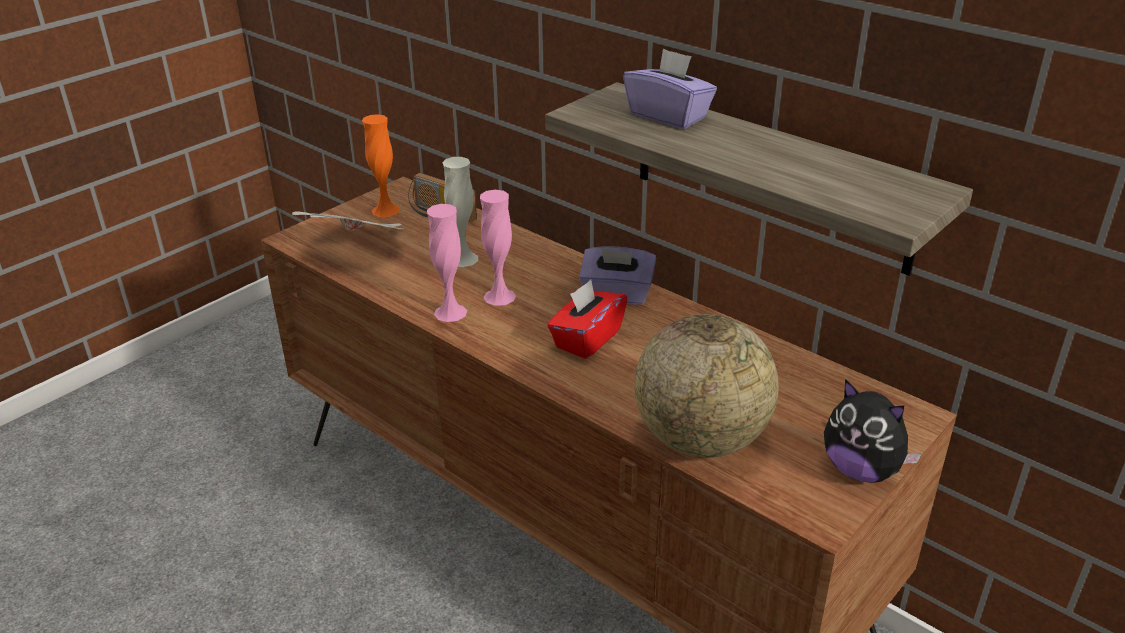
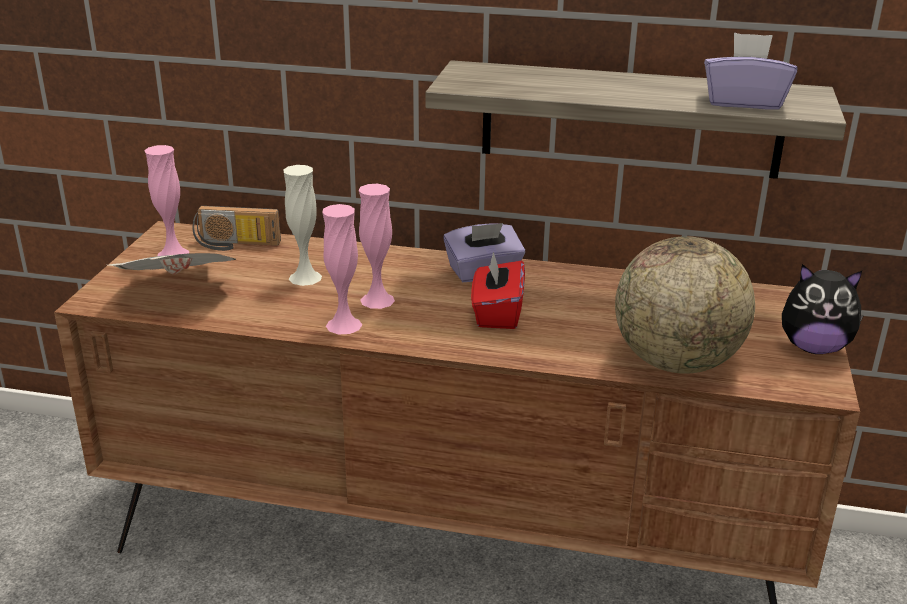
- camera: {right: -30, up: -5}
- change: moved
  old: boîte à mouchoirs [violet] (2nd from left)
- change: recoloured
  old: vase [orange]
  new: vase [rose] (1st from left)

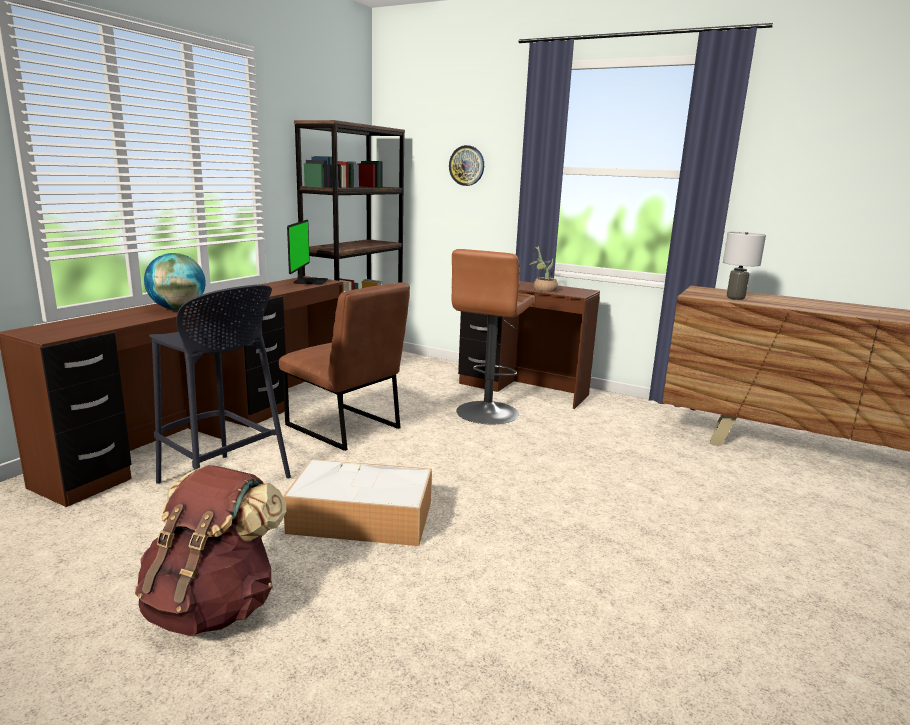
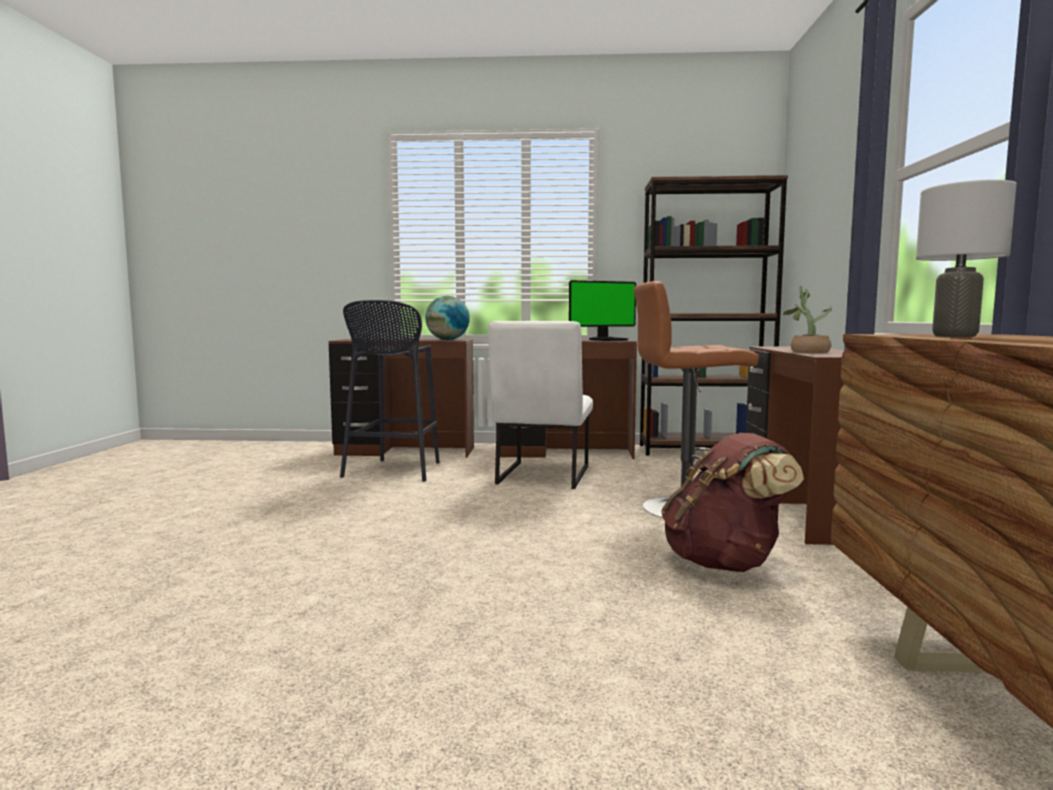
- camera: {right: 65, up: -10}
- change: removed
  old: boîte de rangement
- change: removed
  old: horloge murale
- change: moved
  old: sac à dos [marron]
- change: recoloured
  old: chaise [marron]
  new: chaise [blanc]

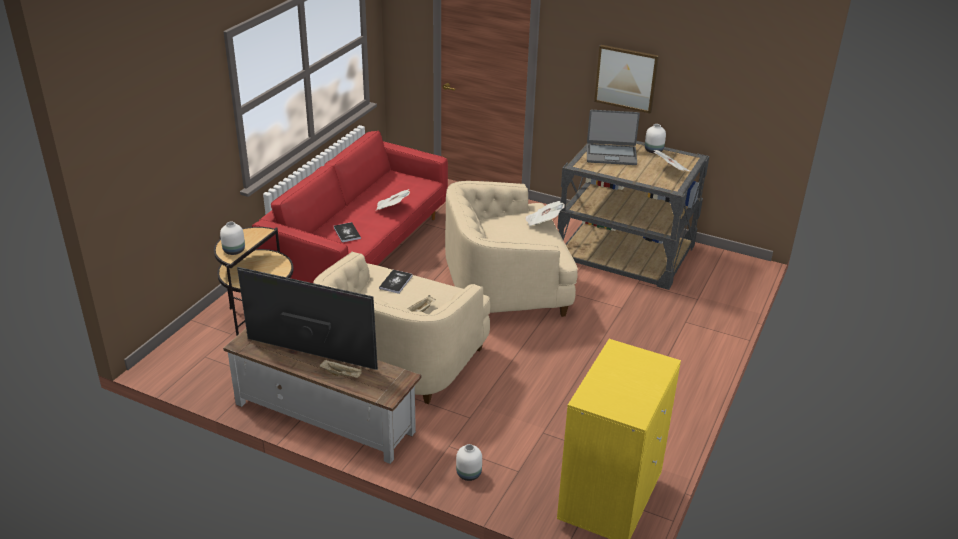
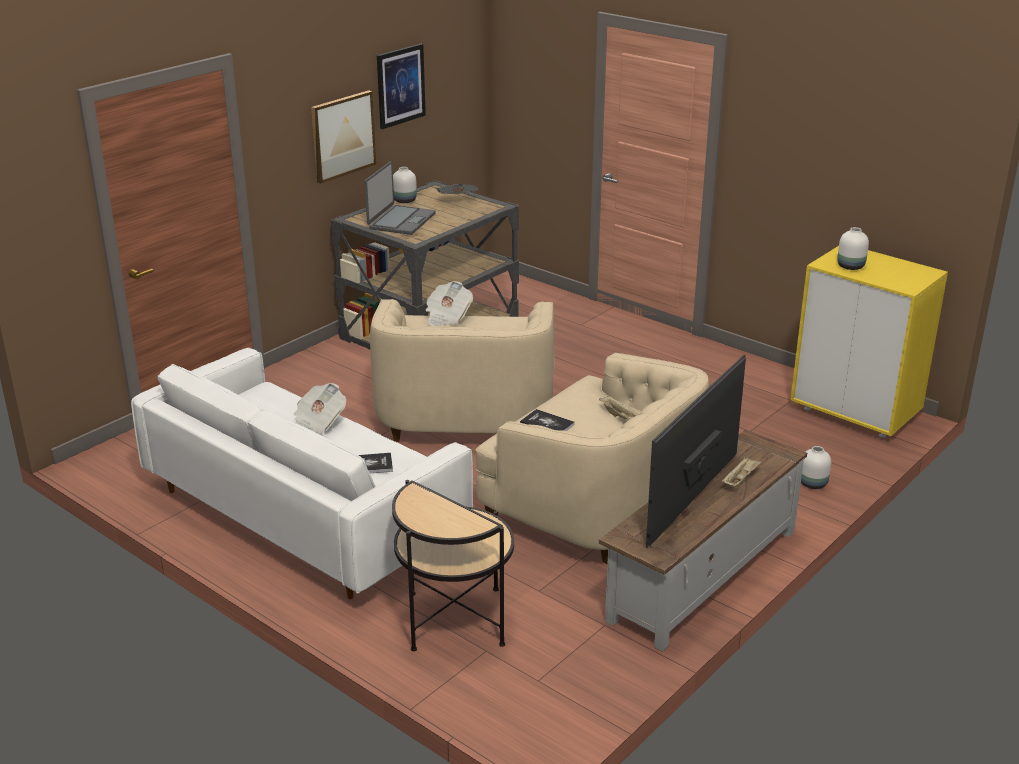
- camera: {right: -75, up: -5}
- change: added
  new: tableau (2nd from left)
- change: moved
  old: vase [blanc] (1st from left in the first image)
  new: vase [blanc] (3rd from left)
- change: recoloured
  old: canapé [rouge]
  new: canapé [blanc]

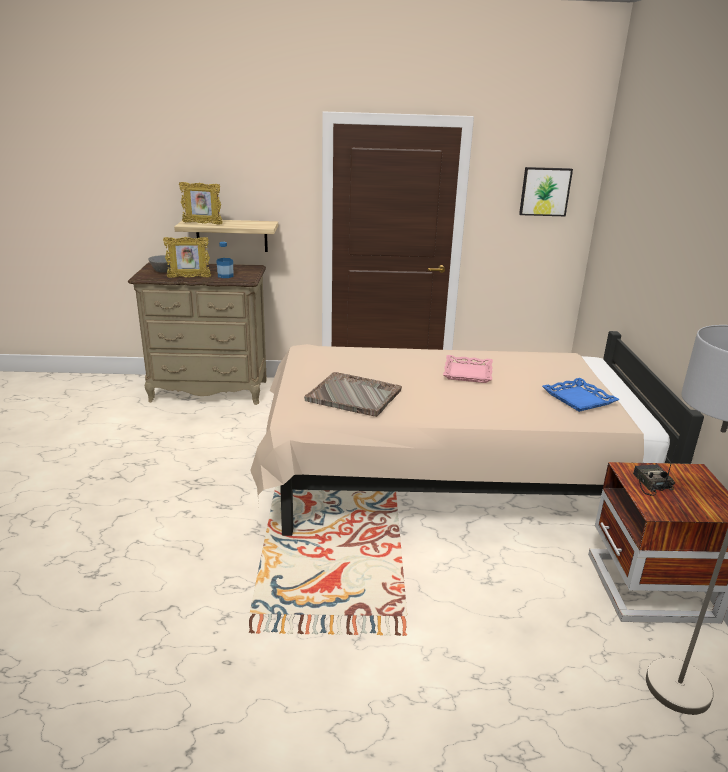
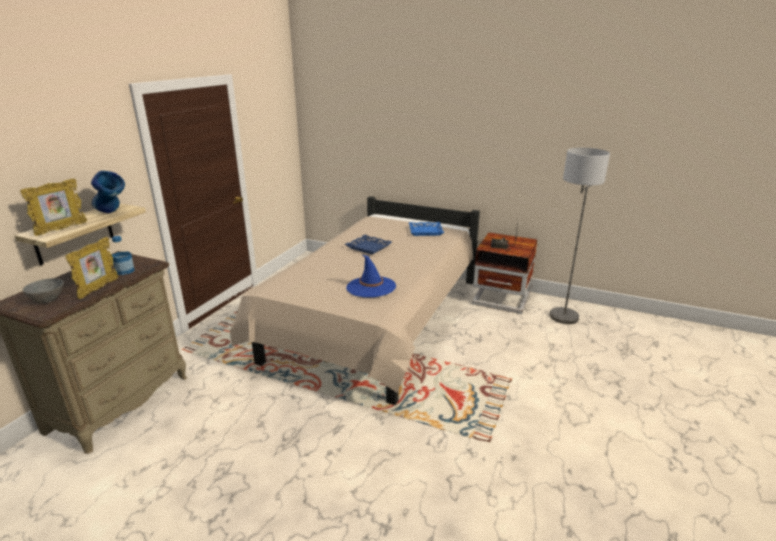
- camera: {right: -65, up: 0}
- change: removed
  old: tableau
- change: added
  new: vase [bleu]
- change: replaced
  old: plateau [gris]
  new: chapeau [bleu]
- change: recoloured
  old: plateau [rose]
  new: plateau [bleu] (1st from left)

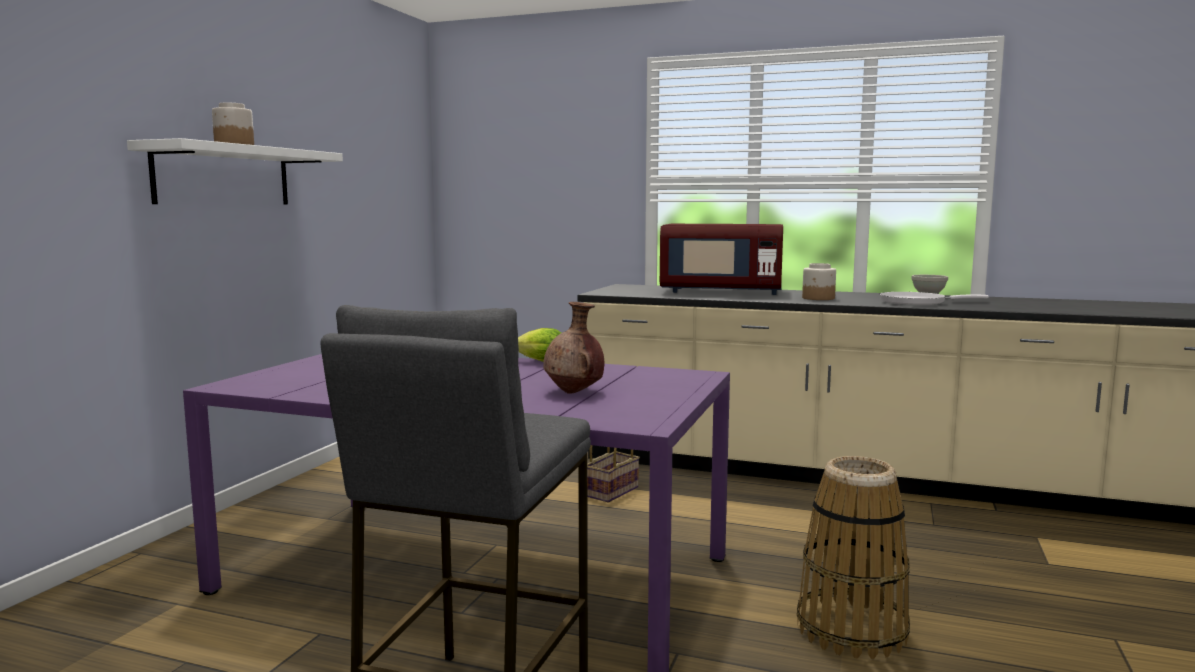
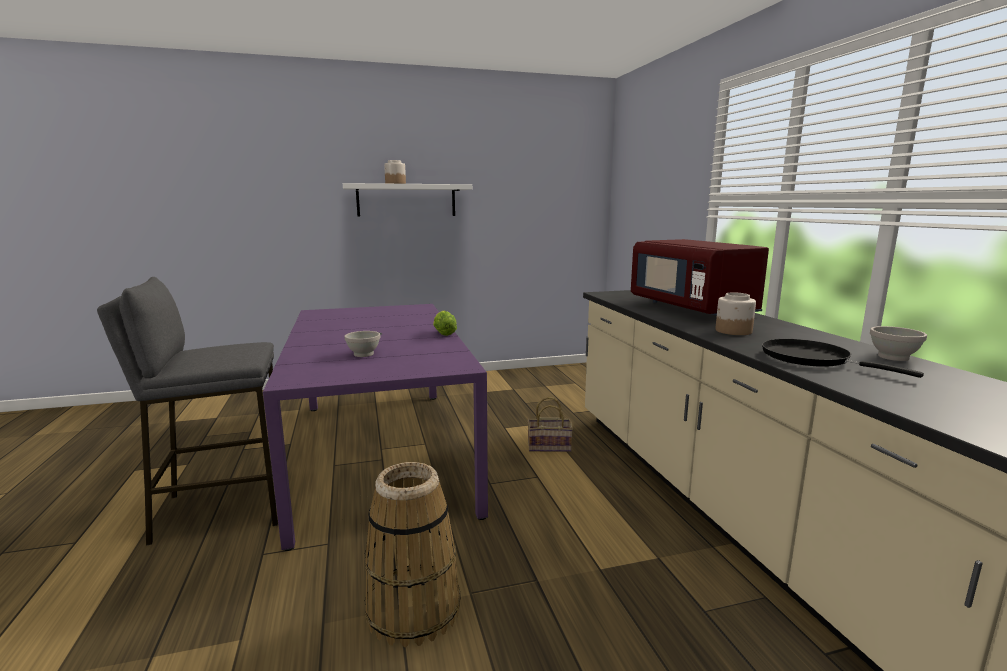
- camera: {right: 55, up: 5}
- change: replaced
  old: vase [marron]
  new: bol [blanc] (1st from left)
- change: recoloured
  old: poêle [blanc]
  new: poêle [noir]

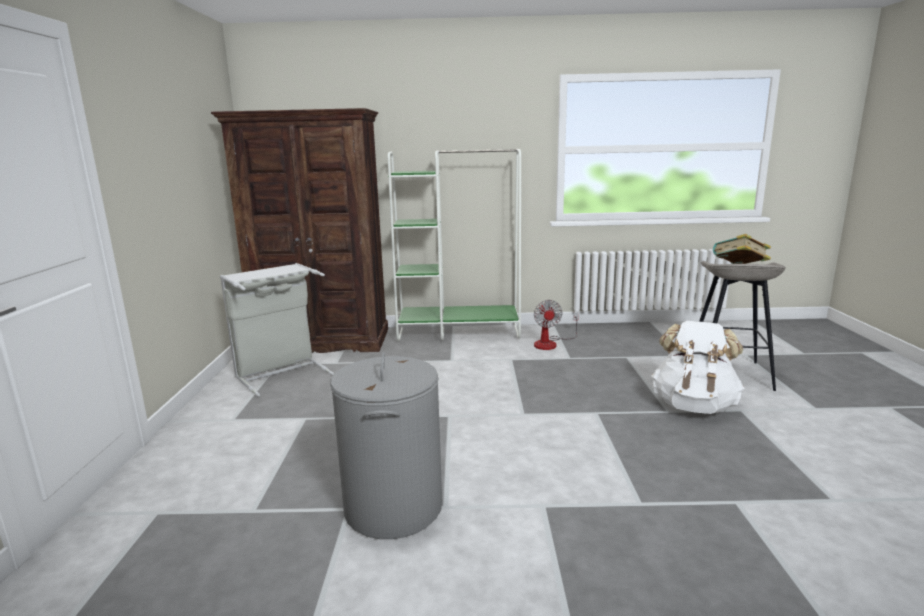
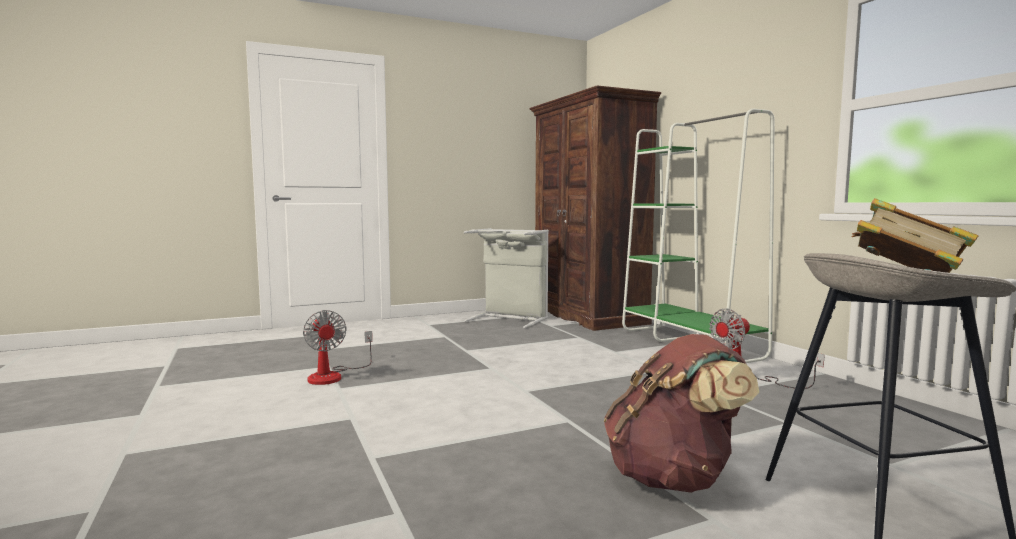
- camera: {right: 65, up: -10}
- change: replaced
  old: panier à linge [gris] (2nd from left)
  new: ventilateur (1st from left)
- change: recoloured
  old: sac à dos [blanc]
  new: sac à dos [marron]

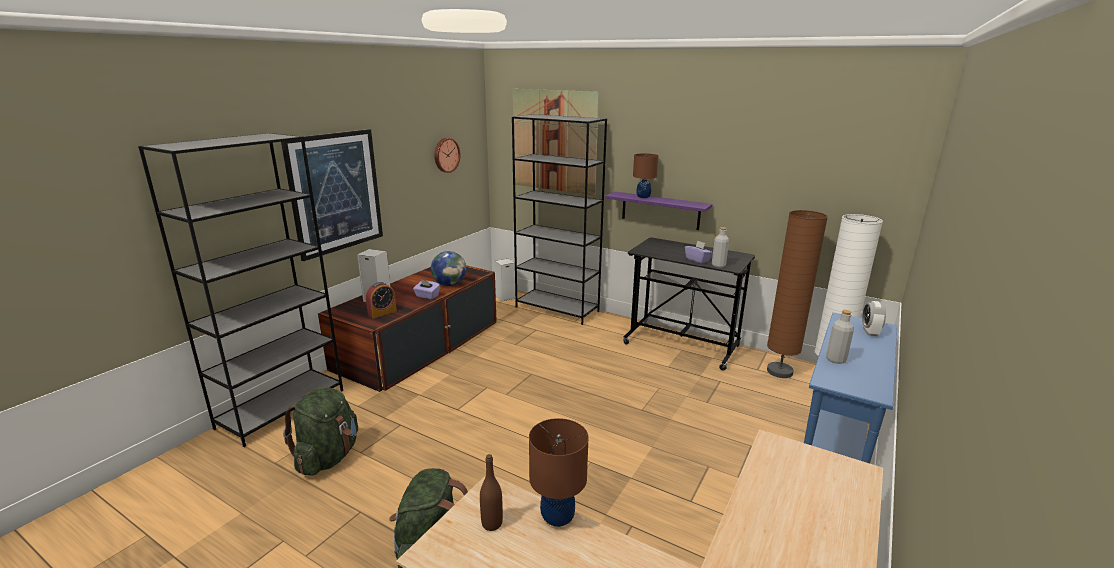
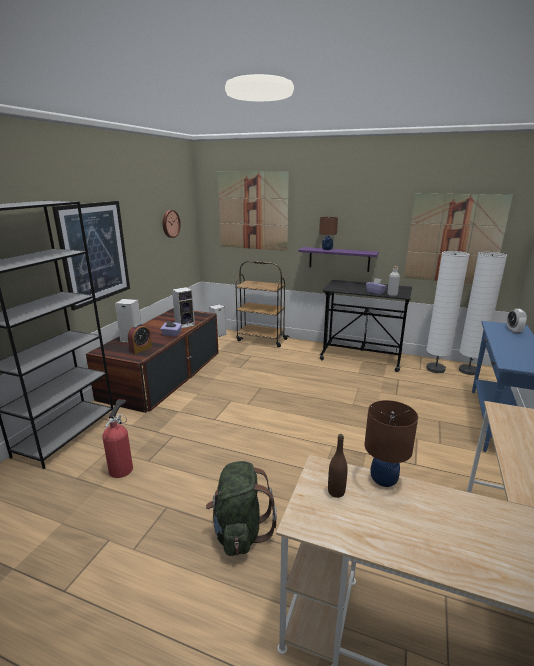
- camera: {right: -10, up: 0}
- change: removed
  old: bouteille [gris] (2nd from left)
- change: added
  new: tableau (3rd from left)
- change: replaced
  old: sac à dos [vert] (1st from left)
  new: extincteur
- change: replaced
  old: globe
  new: enceinte (2nd from left)
- change: replaced
  old: bibliothèque [gris] (2nd from left)
  new: chariot [marron]
- change: recoloured
  old: lampadaire [marron]
  new: lampadaire [blanc] (1st from left)

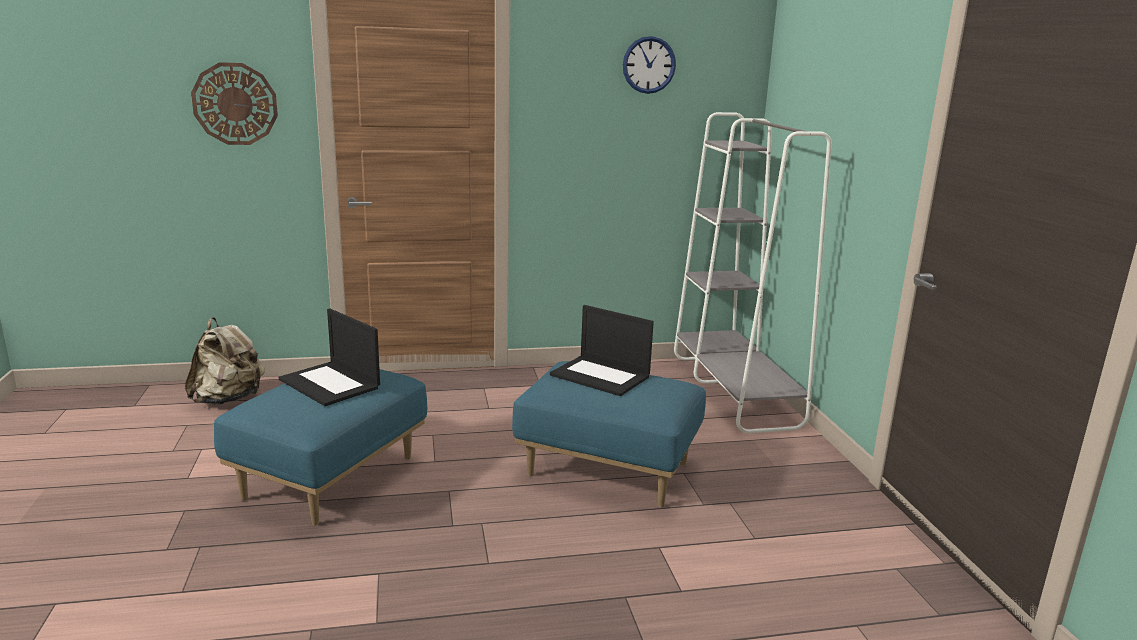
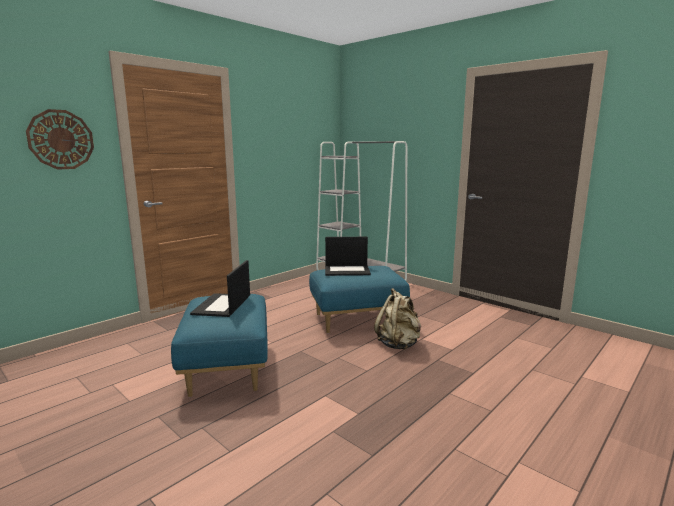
- camera: {right: -35, up: -5}
- change: removed
  old: horloge murale (2nd from left)
- change: moved
  old: sac à dos [beige]
- change: turned
  old: ordinateur portable (1st from left)
  degrees: 90

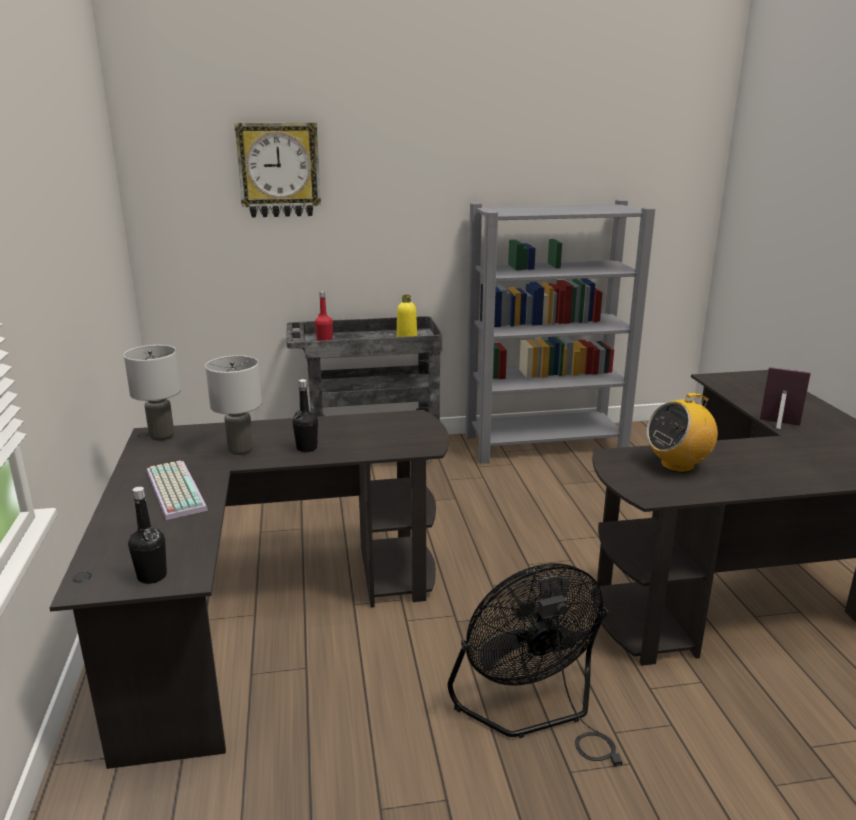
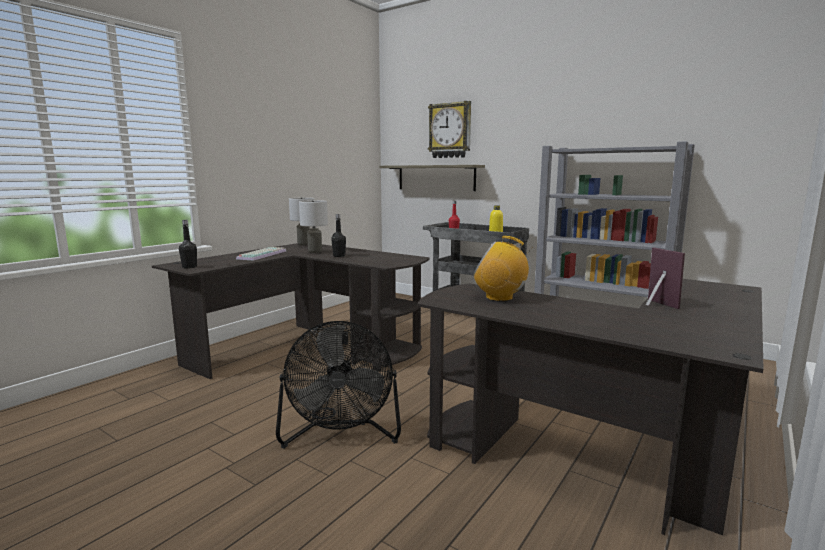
- camera: {right: 45, up: -10}
- change: added
  new: étagère
- change: turned
  old: ventilateur [noir]
  degrees: 150

